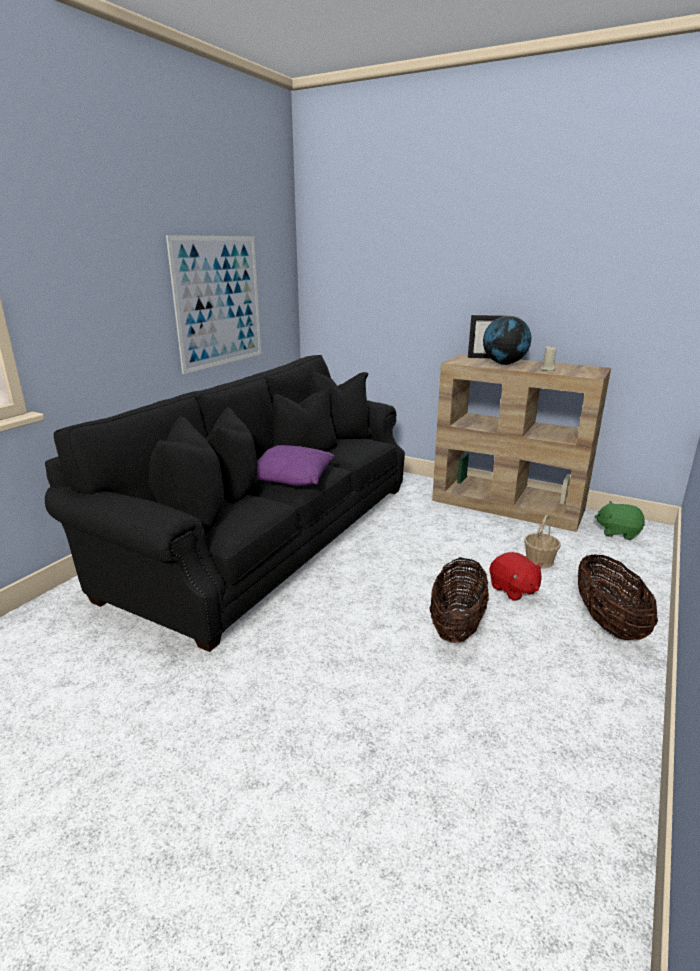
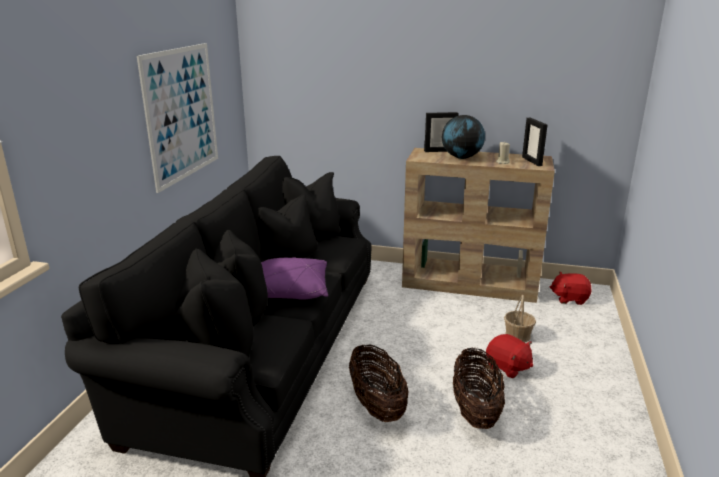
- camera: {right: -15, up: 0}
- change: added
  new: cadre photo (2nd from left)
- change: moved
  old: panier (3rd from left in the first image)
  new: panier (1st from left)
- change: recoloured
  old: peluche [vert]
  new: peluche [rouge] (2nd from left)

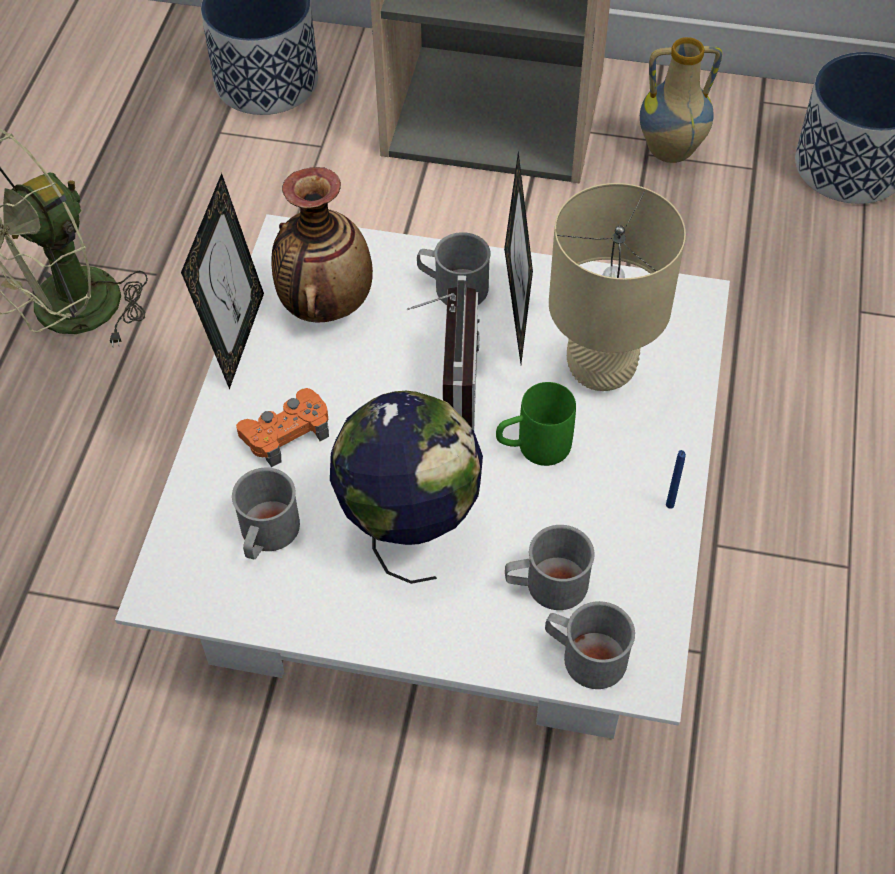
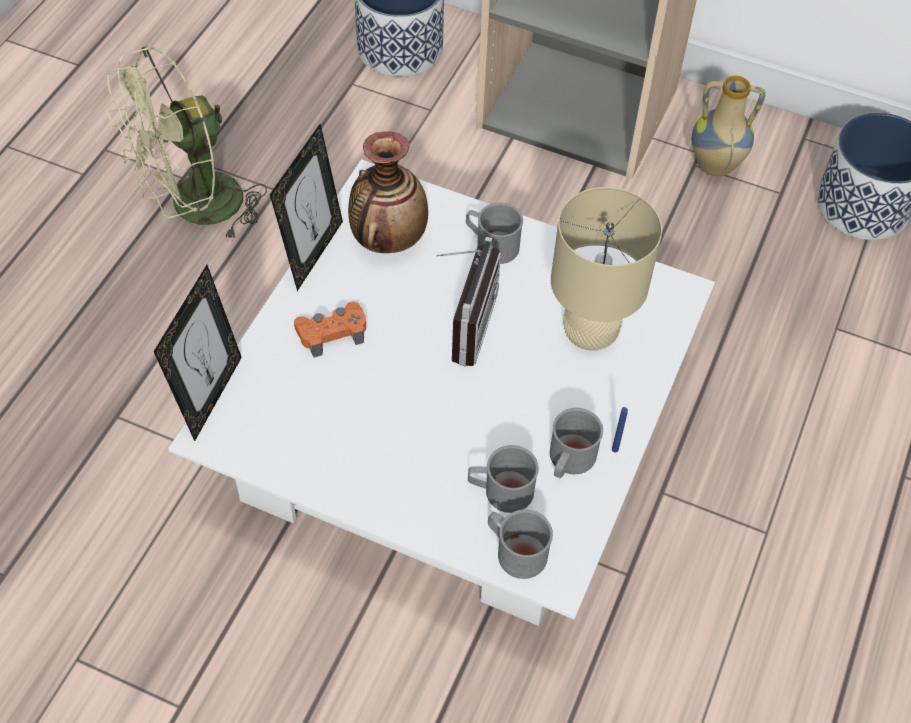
- camera: {right: 10, up: 0}
- change: removed
  old: globe
- change: removed
  old: mug [vert]
- change: moved
  old: mug [gris] (1st from left in the first image)
  new: mug [gris] (4th from left)
- change: moved
  old: cadre photo (2nd from left in the first image)
  new: cadre photo (1st from left)

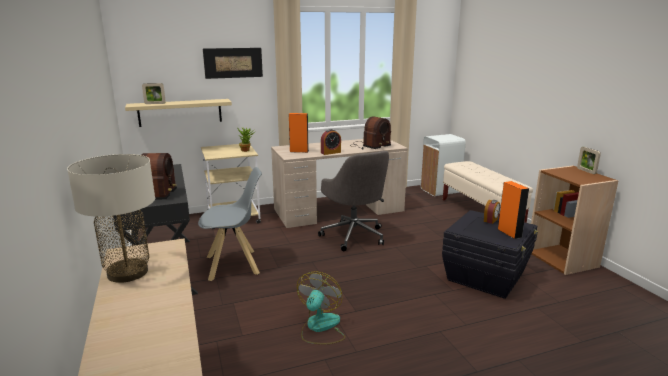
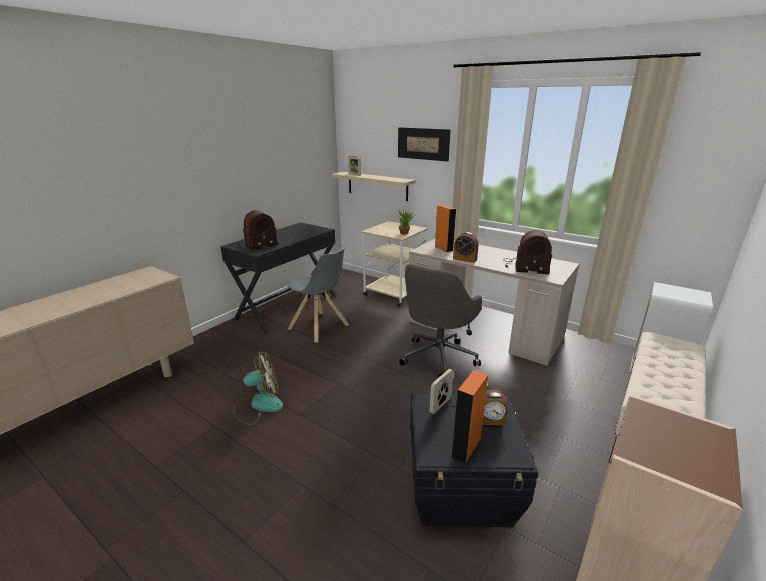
- camera: {right: 55, up: 5}
- change: removed
  old: lampe de table
- change: moved
  old: cadre photo (2nd from left)

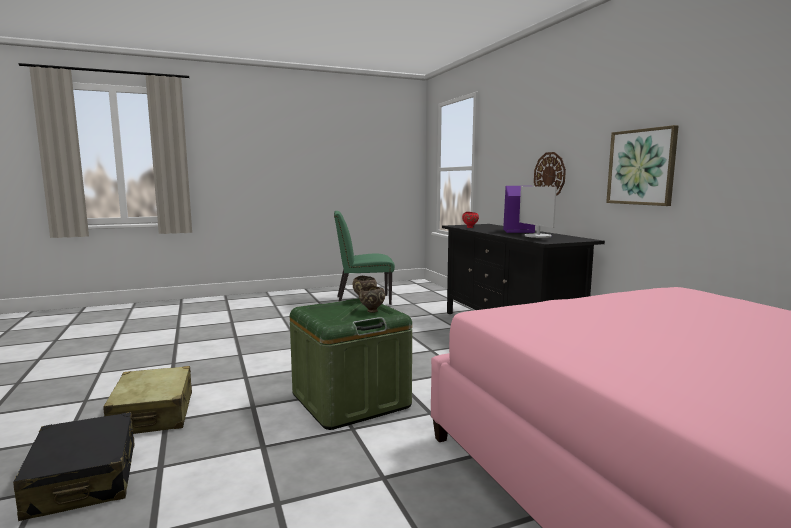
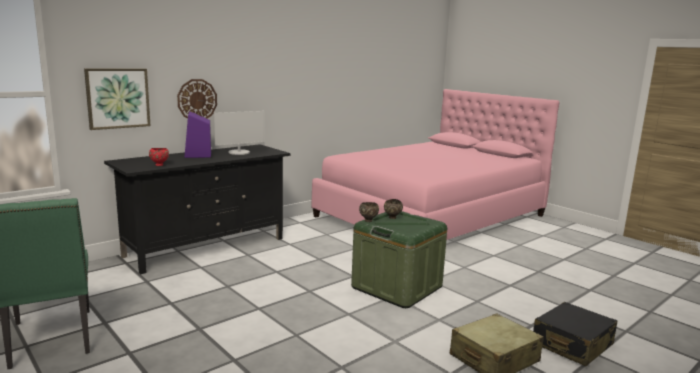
- camera: {right: -110, up: 5}
- change: moved
  old: tableau

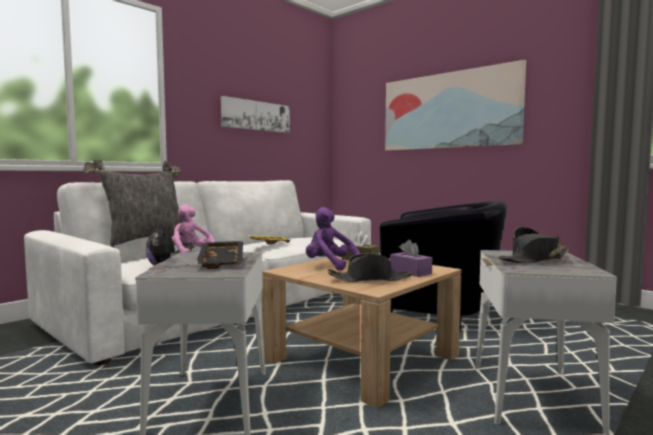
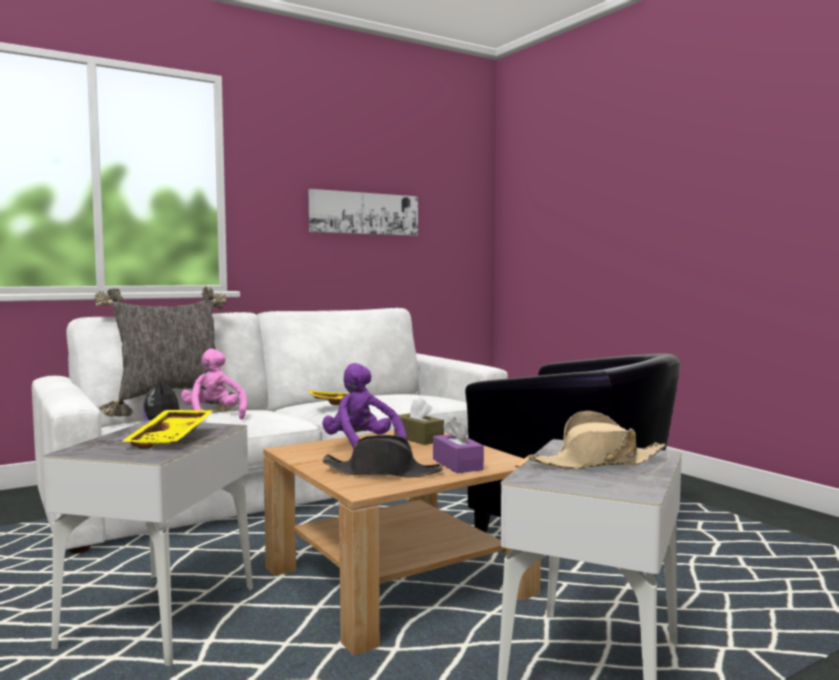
- camera: {right: 15, up: 0}
- change: removed
  old: tableau (2nd from left)
- change: recoloured
  old: plateau [noir]
  new: plateau [jaune] (1st from left)
- change: recoloured
  old: chapeau [noir] (2nd from left)
  new: chapeau [beige]

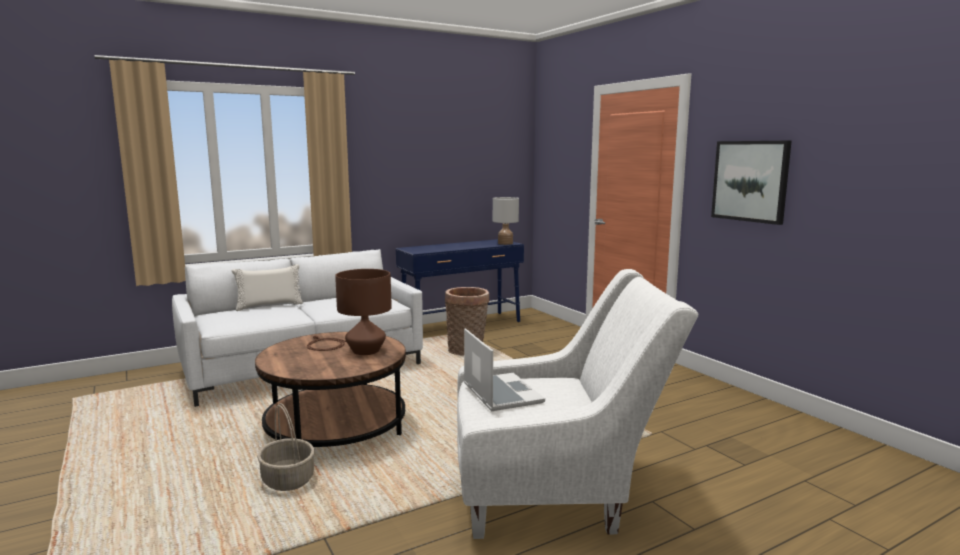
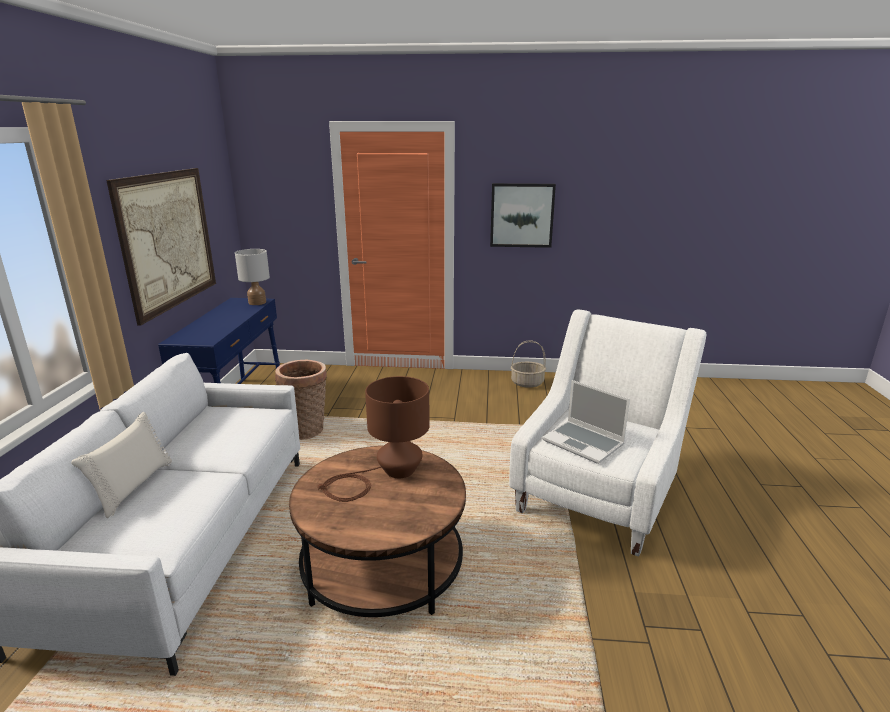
- camera: {right: -55, up: 10}
- change: added
  new: tableau (1st from left)
- change: moved
  old: panier (1st from left in the first image)
  new: panier (2nd from left)
- change: turned
  old: ordinateur portable
  degrees: -150

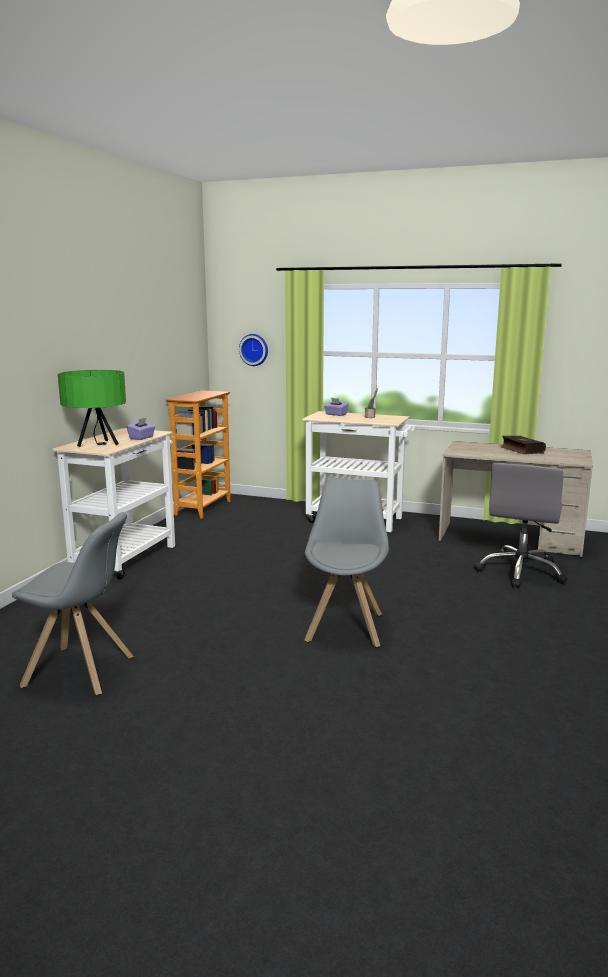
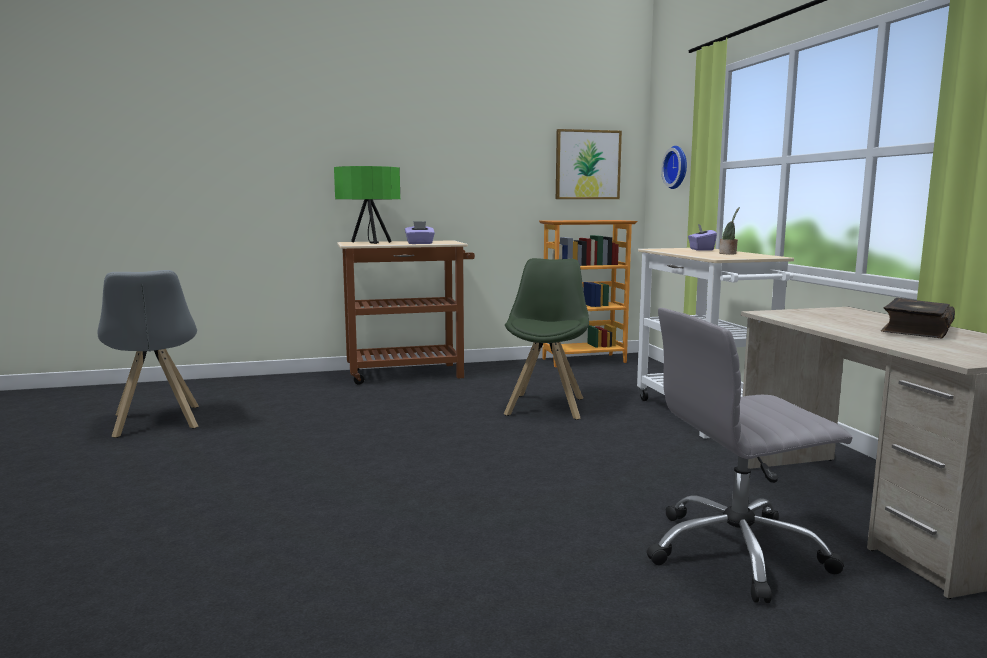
- camera: {right: 55, up: -5}
- change: removed
  old: chaise [gris] (2nd from left)
- change: added
  new: chaise [vert]
- change: added
  new: tableau
- change: recoloured
  old: chariot [blanc] (1st from left)
  new: chariot [marron]

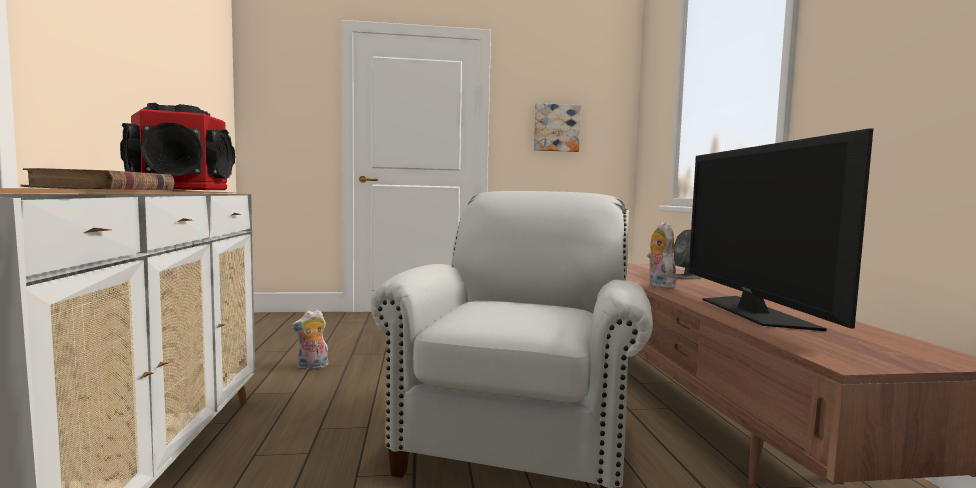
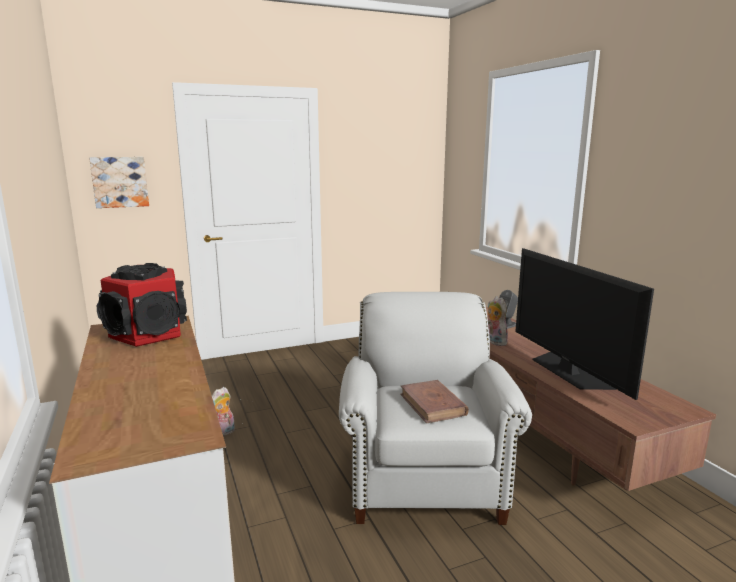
- camera: {right: -15, up: 10}
- change: moved
  old: livre [marron]
- change: moved
  old: tableau

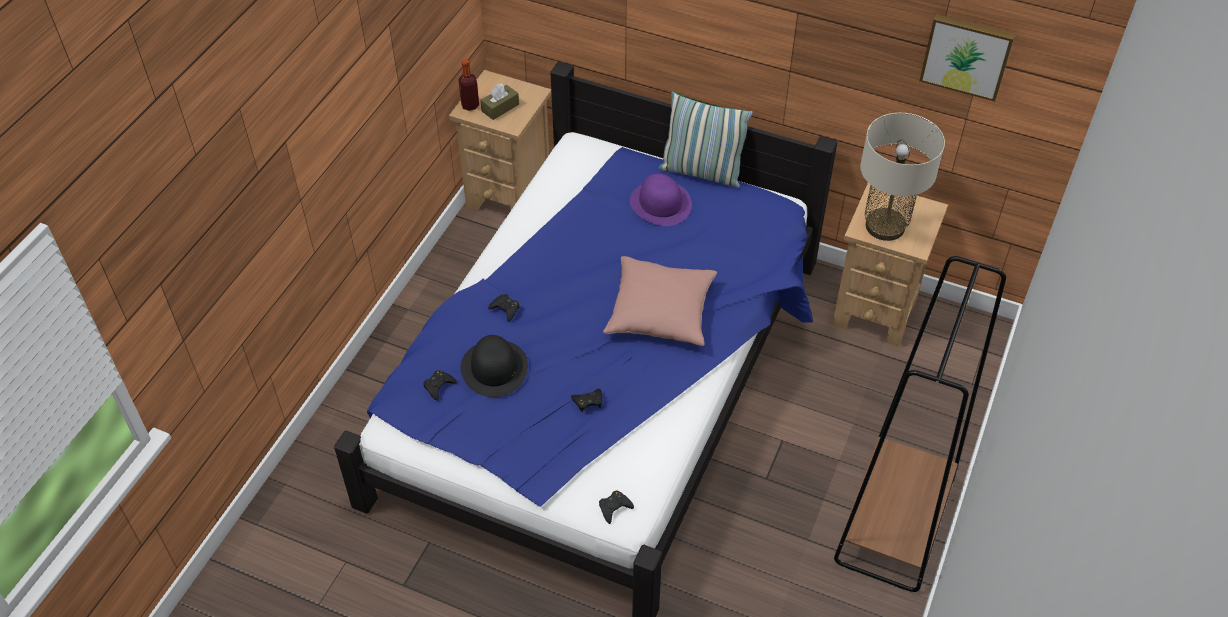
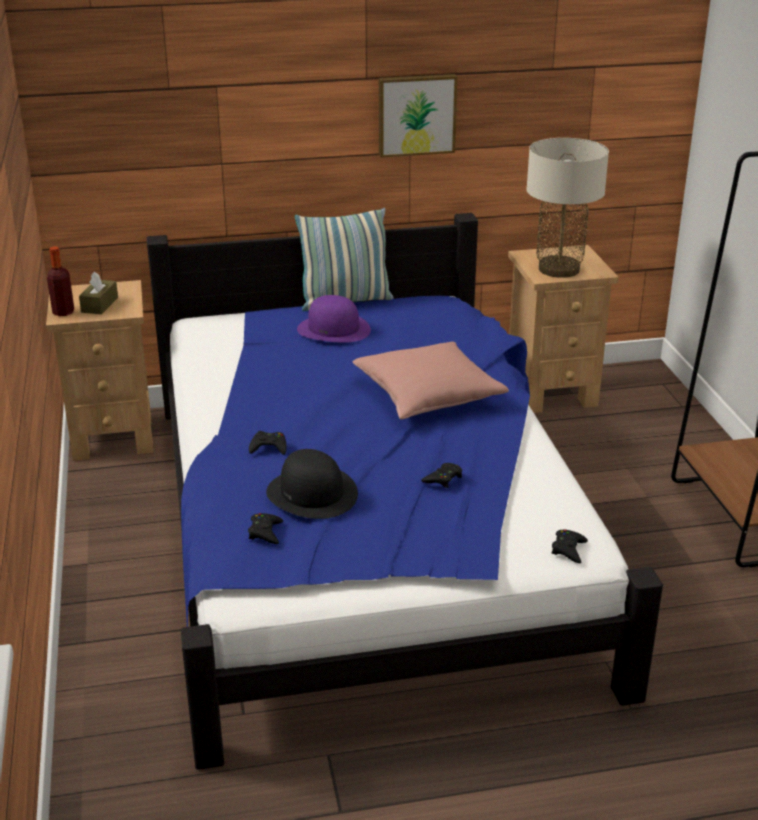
- camera: {right: -35, up: -20}
- change: moved
  old: tableau

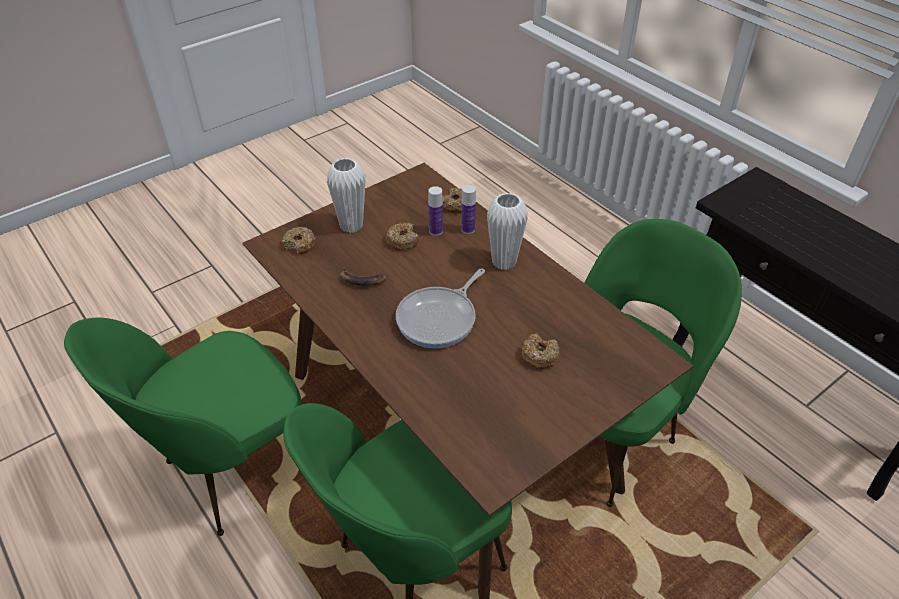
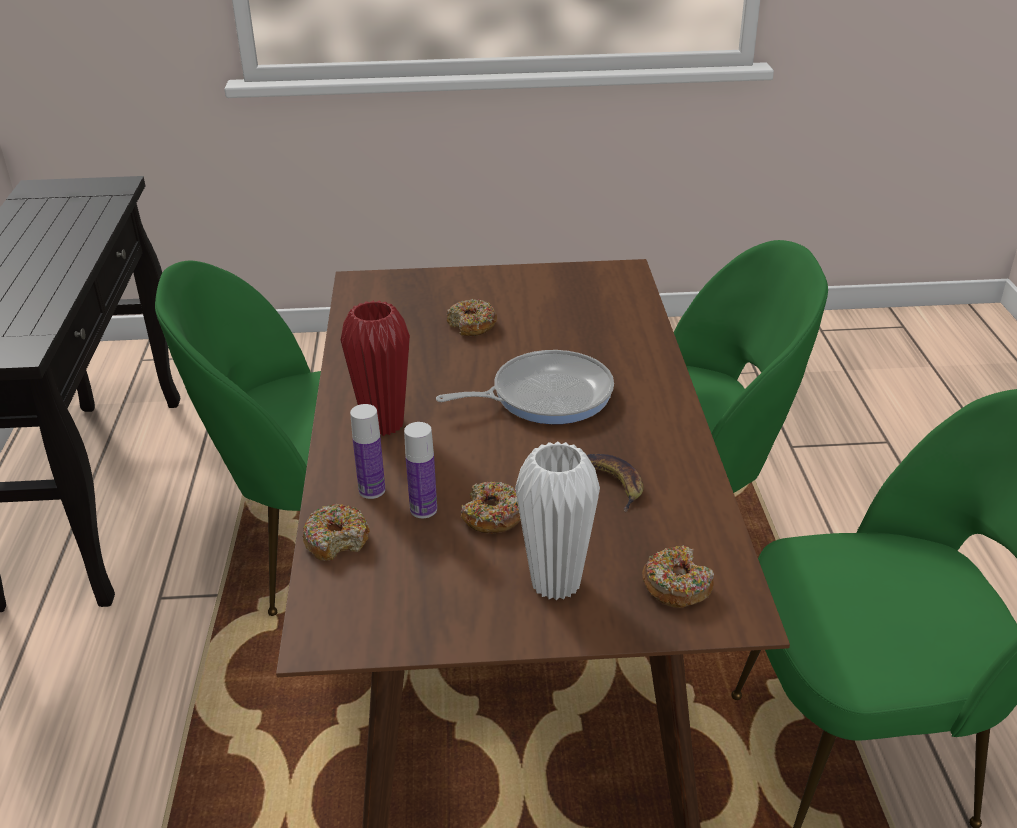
- camera: {right: -145, up: -10}
- change: recoloured
  old: vase [blanc] (2nd from left)
  new: vase [rouge]

